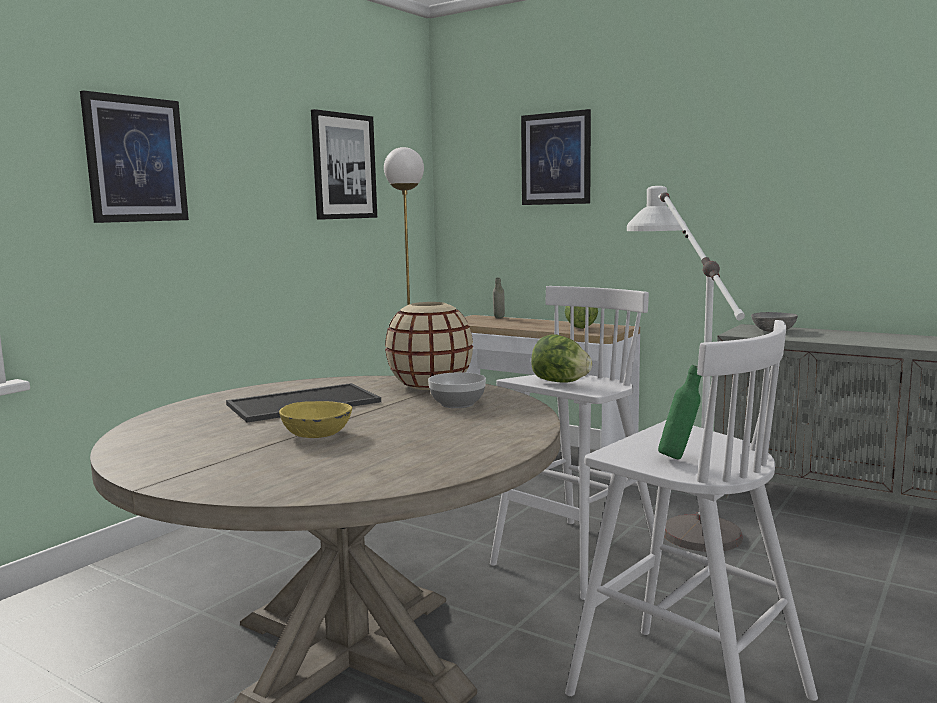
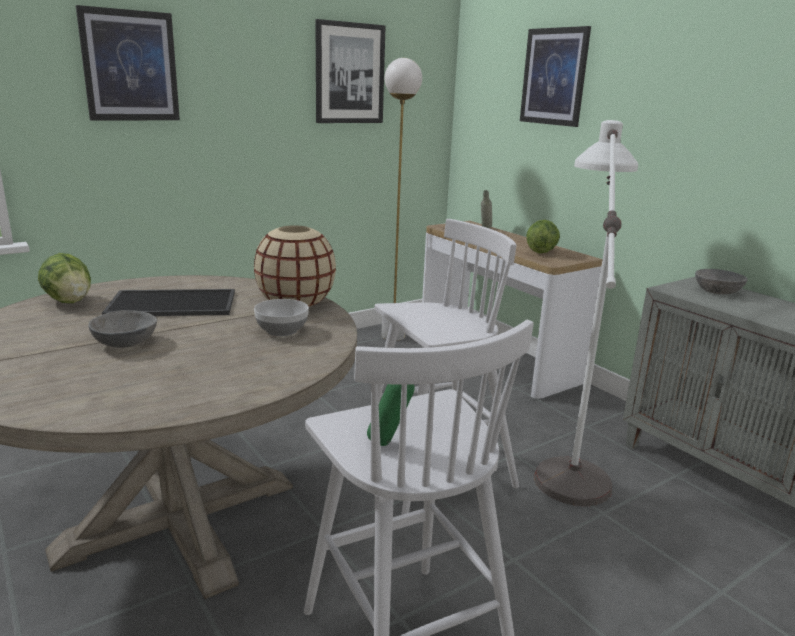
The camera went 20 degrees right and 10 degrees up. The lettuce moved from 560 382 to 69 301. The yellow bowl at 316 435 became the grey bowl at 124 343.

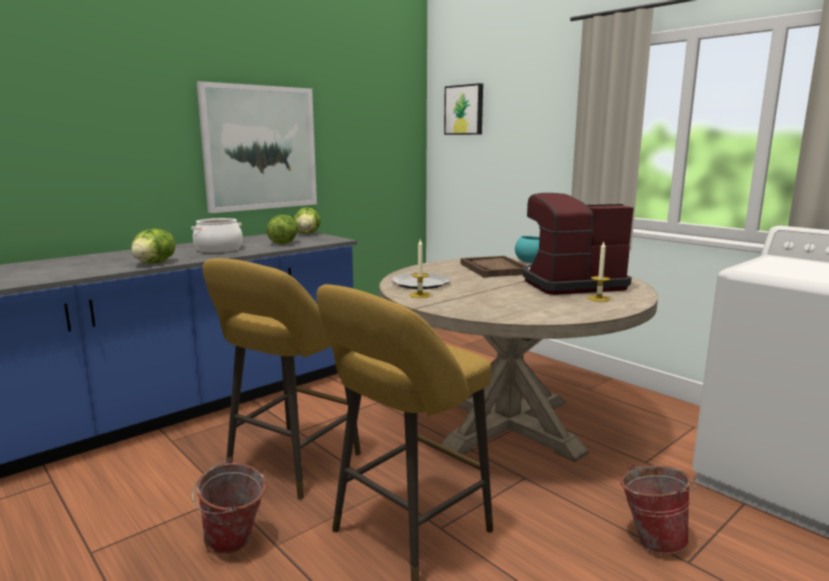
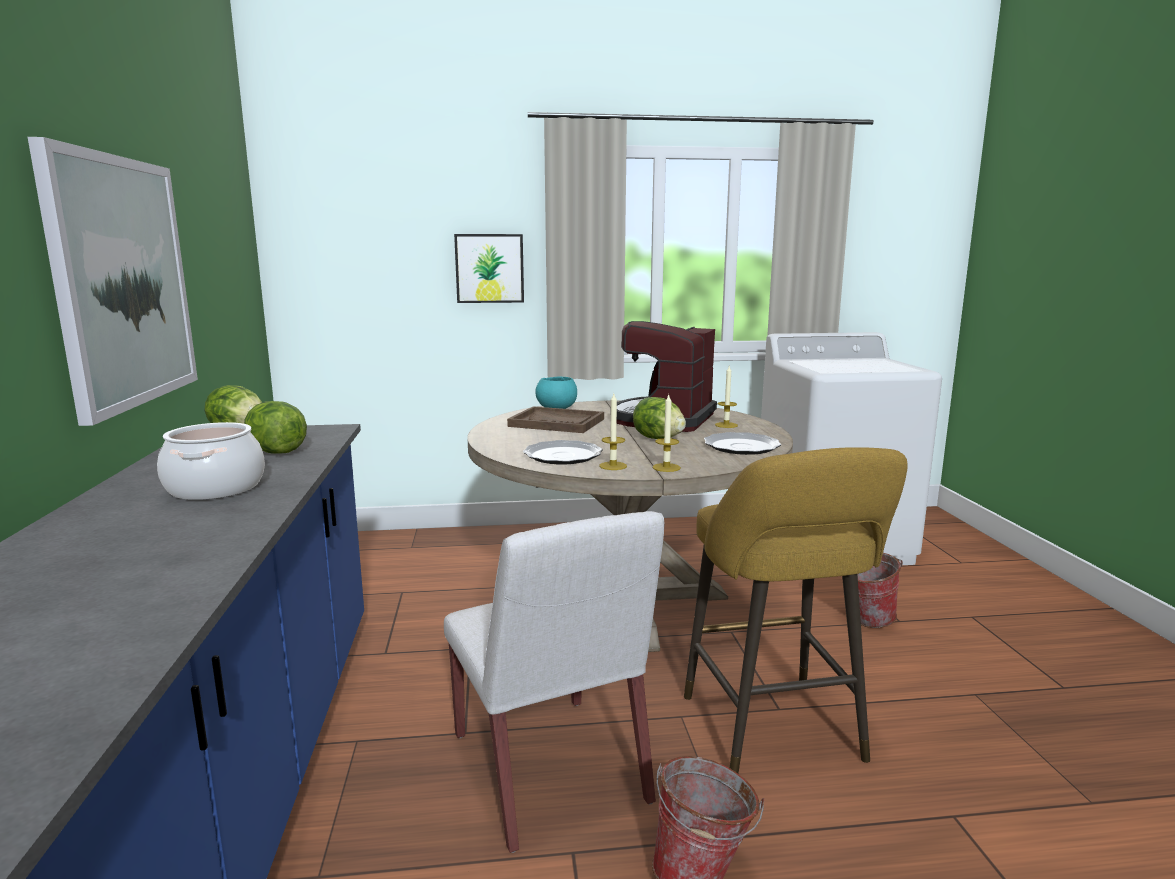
The camera went 55 degrees left and 0 degrees up. The yellow stool at 289 465 was replaced by the white chair at 550 769. The picture moved from 464 110 to 489 268. The lettuce moved from 154 263 to 658 439. The candle at 666 467 appeared. The plate at 742 446 appeared.

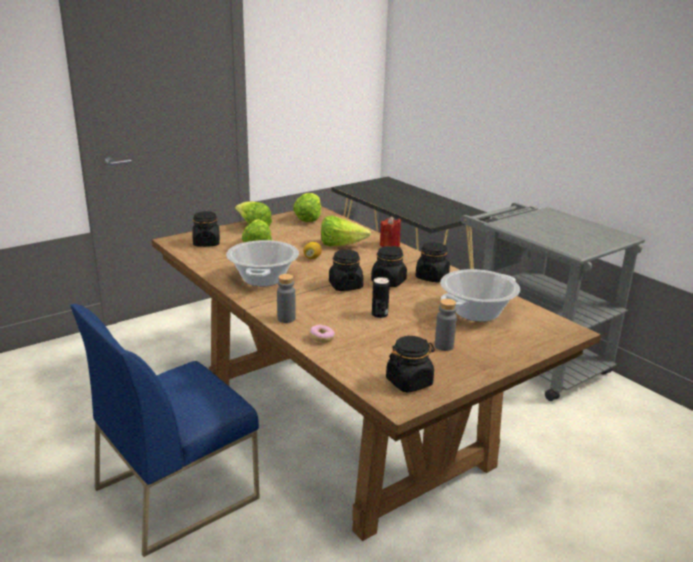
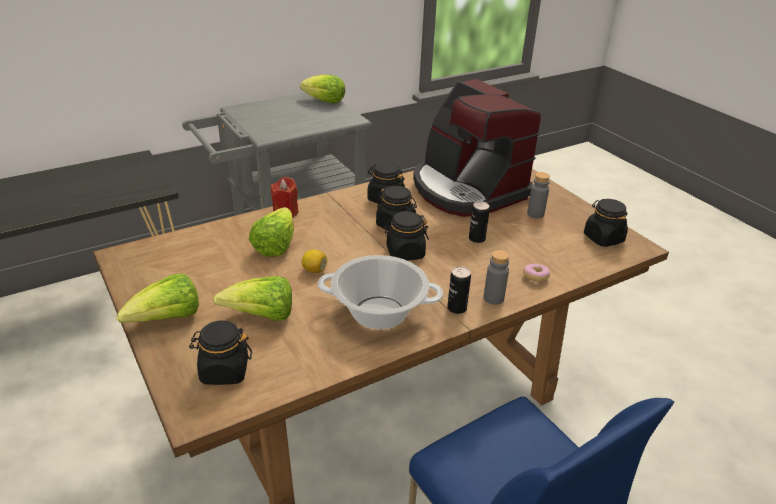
The camera went 85 degrees left and 10 degrees up. The lettuce moved from 308 219 to 325 101. The cooking pot at 477 312 was replaced by the coffee machine at 467 189. The can at 457 308 appeared.

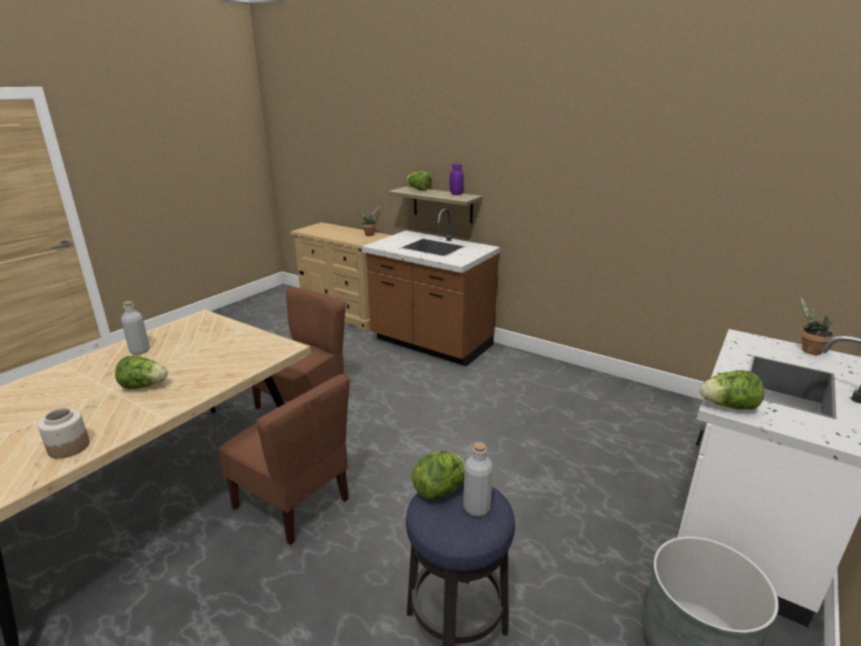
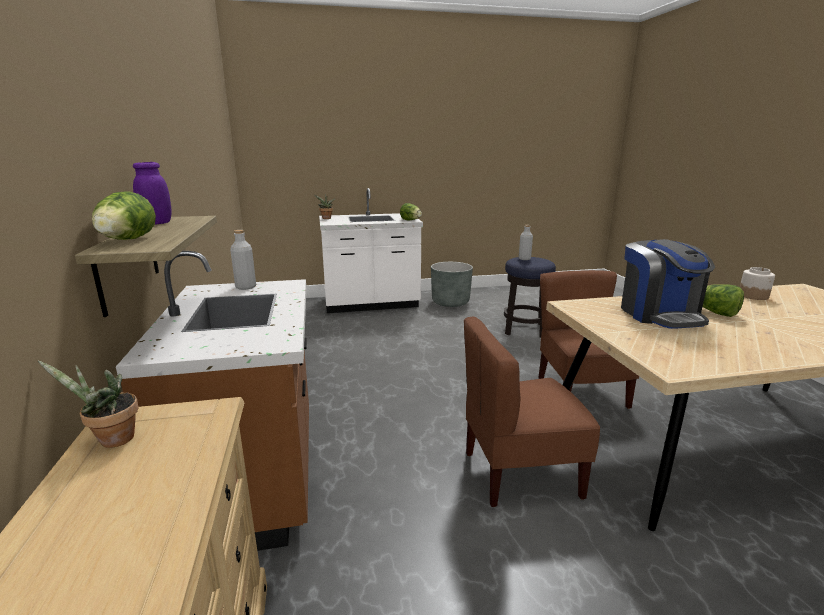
The camera went 135 degrees left and 5 degrees down. The grey bottle moved from 140 351 to 245 287. The coffee machine at 659 314 appeared. The lettuce at 440 490 disappeared.

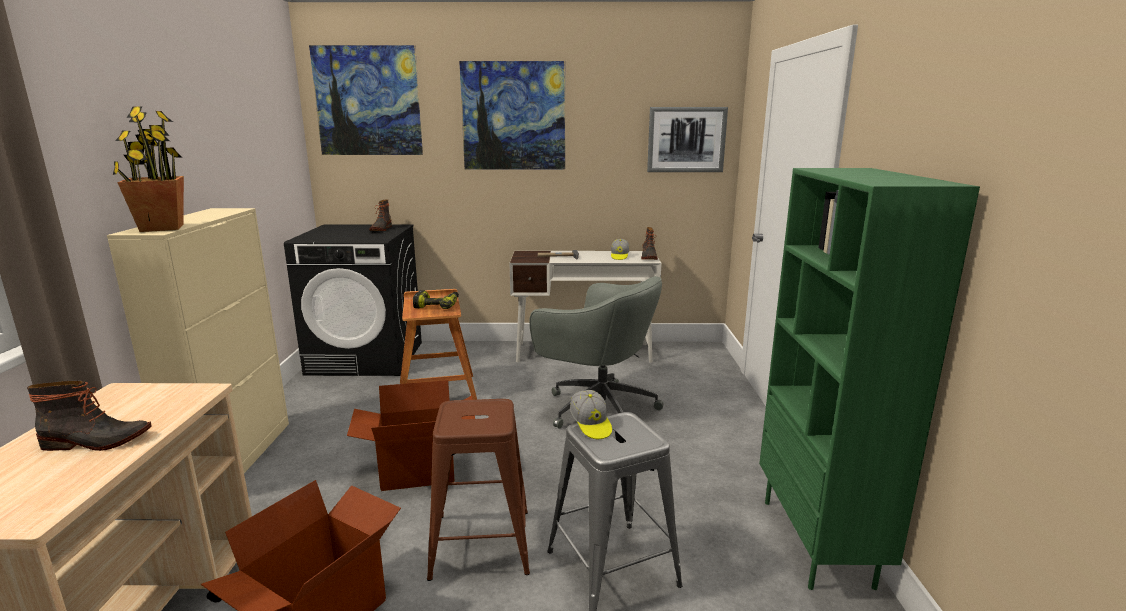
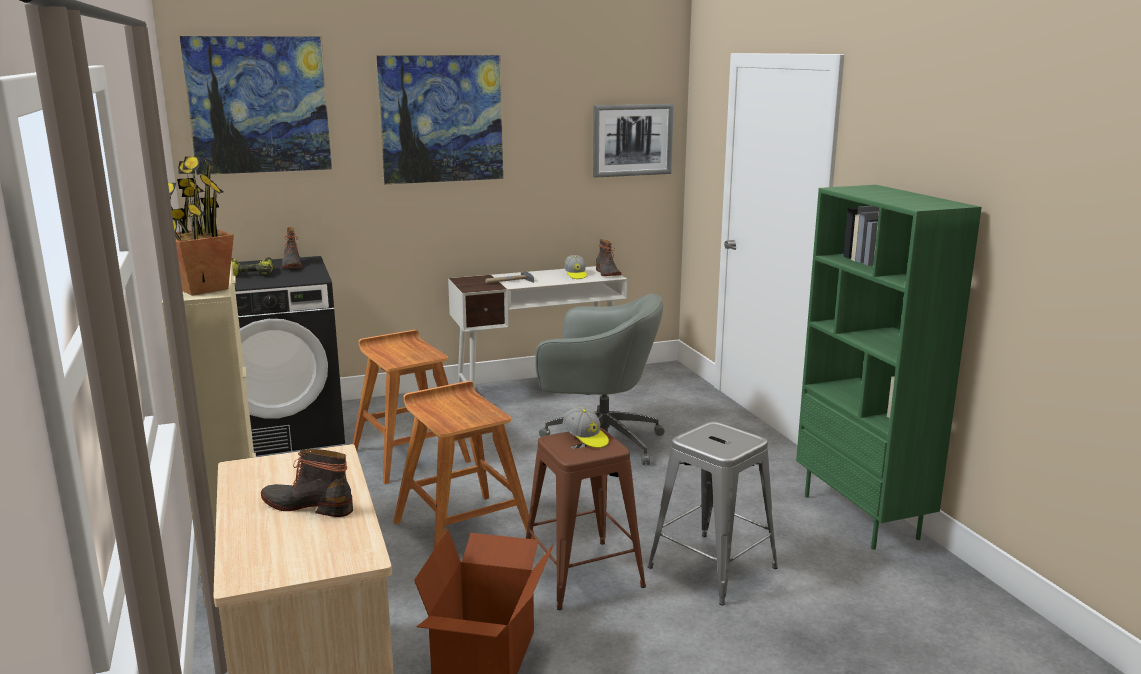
The camera went 20 degrees left and 0 degrees up. The power drill moved from 437 305 to 250 273. The boot at 96 442 turned 135 degrees counterclockwise. The cardboard box at 418 471 was replaced by the brown stool at 462 530. The cap moved from 591 425 to 586 438.

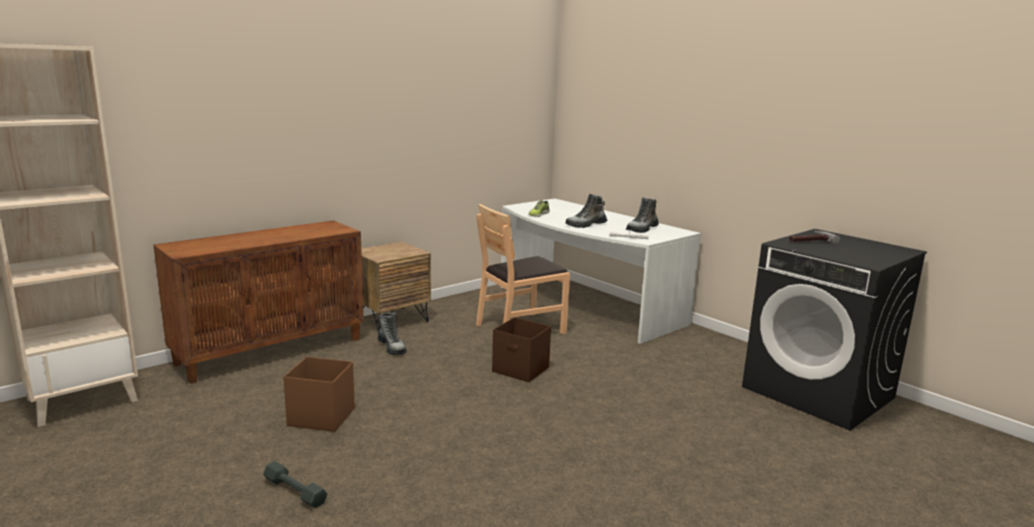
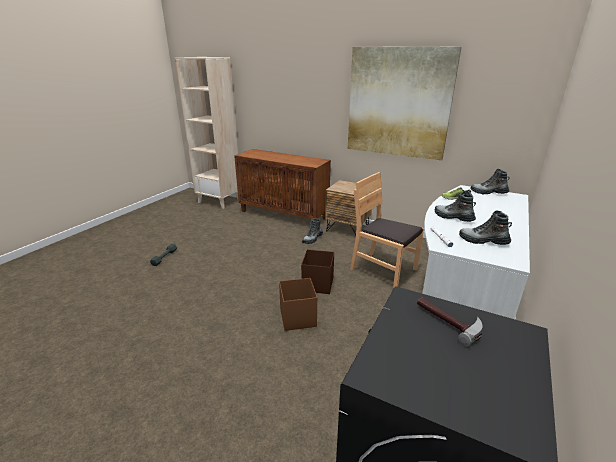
The camera went 70 degrees right and 10 degrees up. The brown storage box moved from 321 417 to 298 317. The picture at 398 103 appeared. The boot at 488 192 appeared.

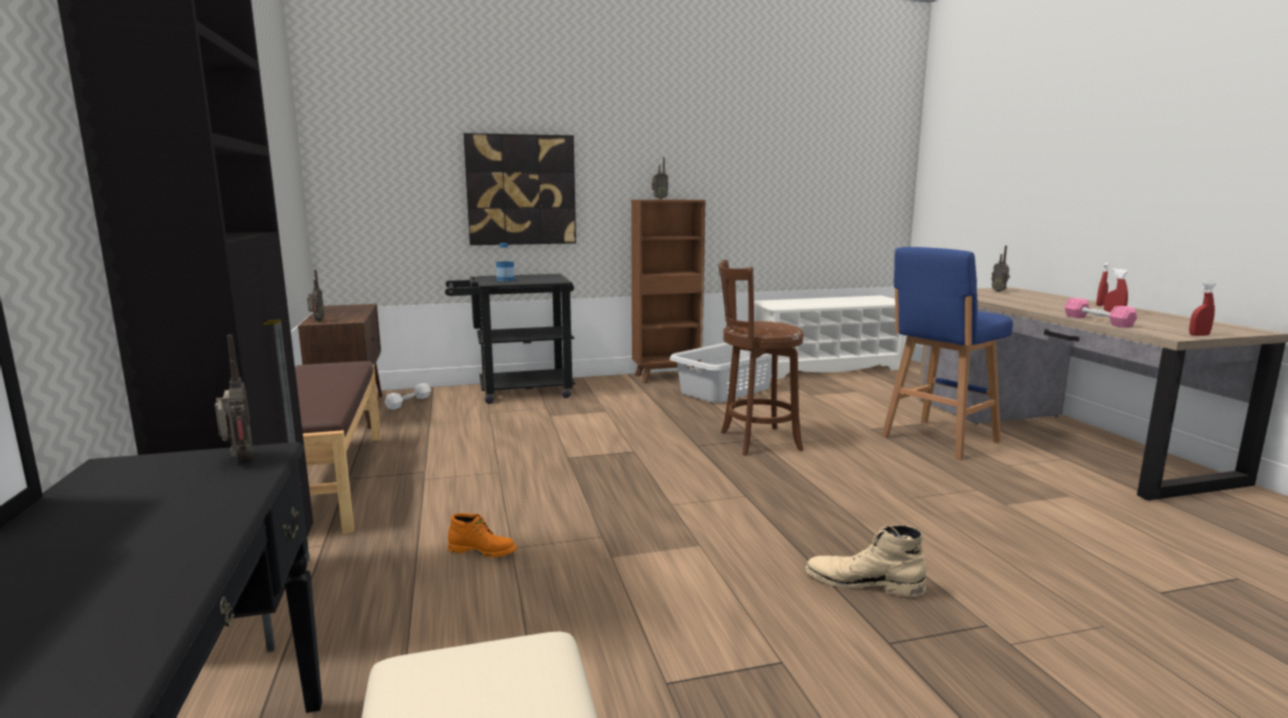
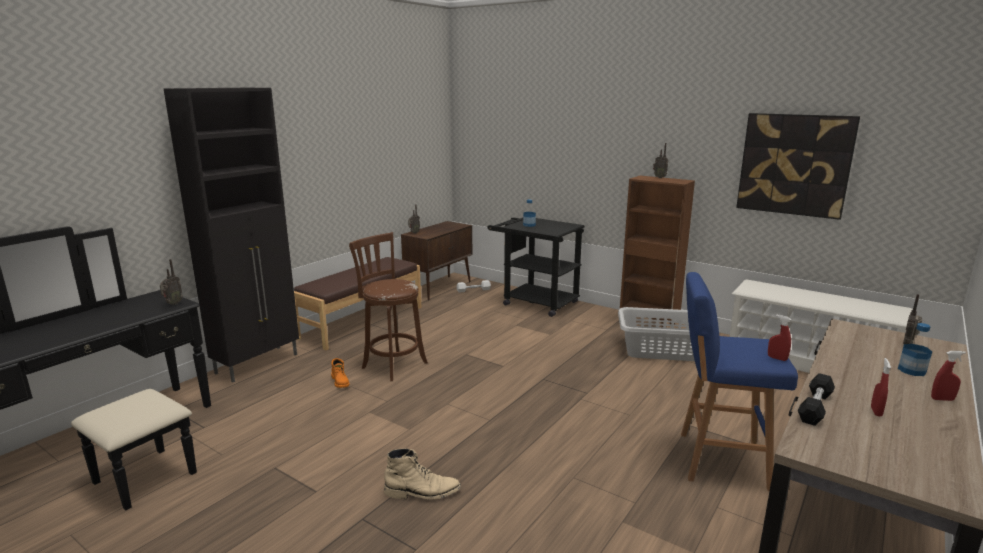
The camera went 50 degrees right and 5 degrees up. The brown stool moved from 755 441 to 392 364. The beige boot at 863 582 turned 105 degrees clockwise. The picture moved from 521 190 to 794 164. The red spray bottle moved from 1199 335 to 777 358. The pink dumbbell at 1097 321 became the black dumbbell at 815 407. The bottle at 911 370 appeared.

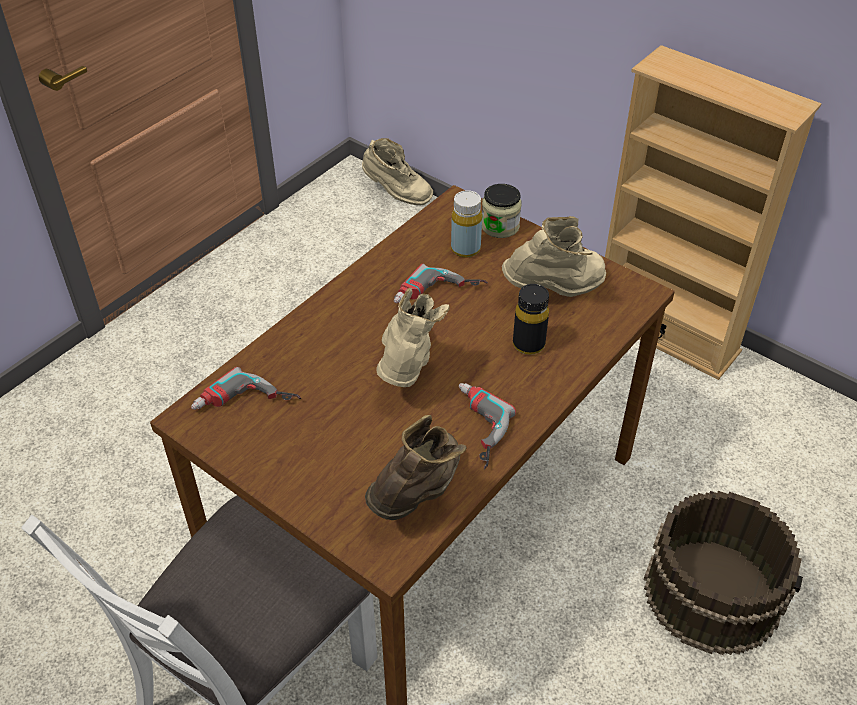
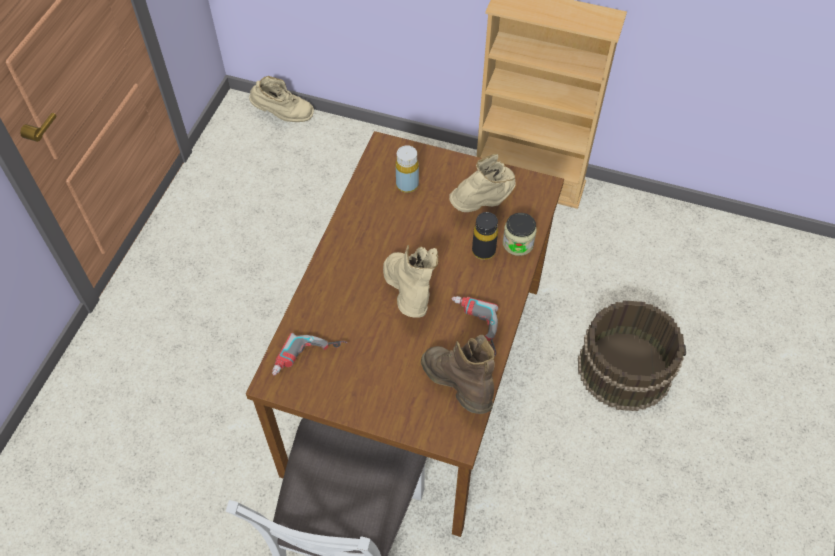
The camera went 20 degrees left and 10 degrees up. The brown boot at 419 494 turned 45 degrees counterclockwise. The jar moved from 500 226 to 518 243. The power drill at 439 296 disappeared.

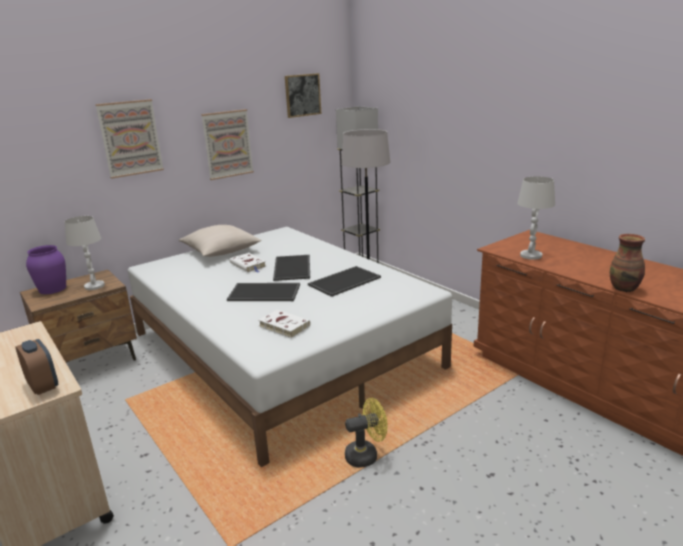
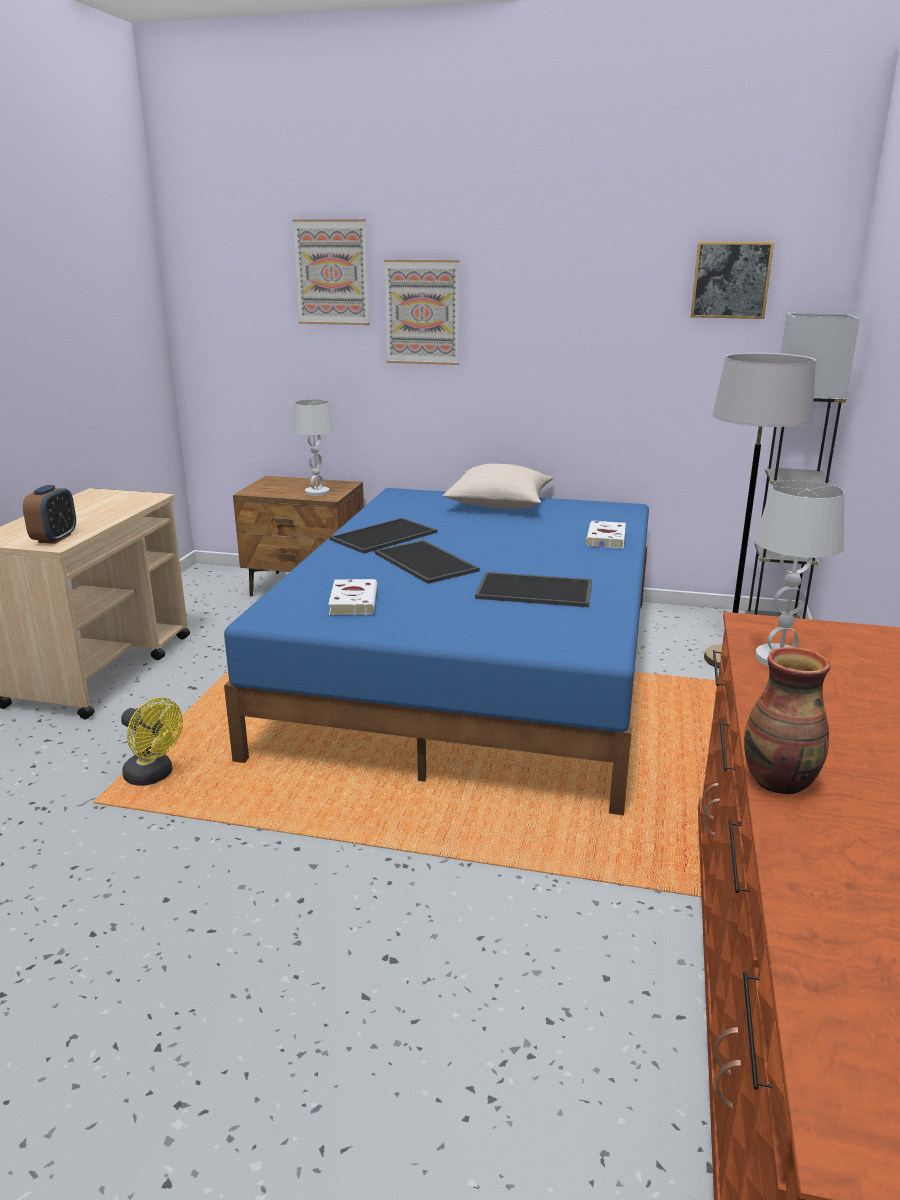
The camera went 50 degrees right and 0 degrees up. The yellow fan moved from 366 455 to 154 776. The white bed at 282 349 became the blue bed at 474 669. The picture moved from 227 144 to 332 272. The tray moved from 293 268 to 384 536. The white book moved from 249 265 to 606 539. The purple vase at 53 289 disappeared.

